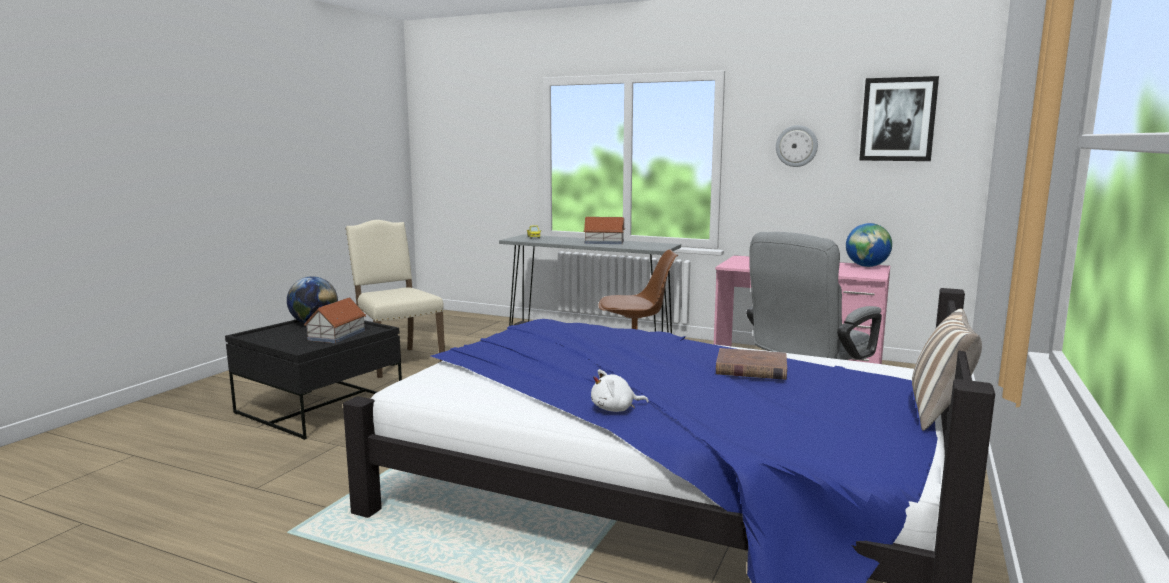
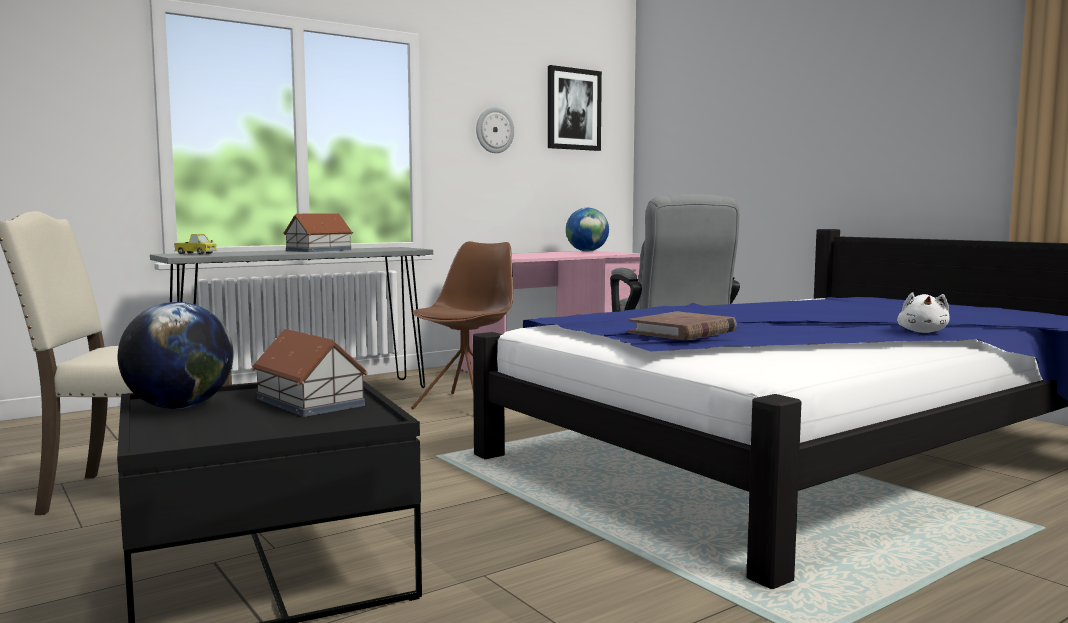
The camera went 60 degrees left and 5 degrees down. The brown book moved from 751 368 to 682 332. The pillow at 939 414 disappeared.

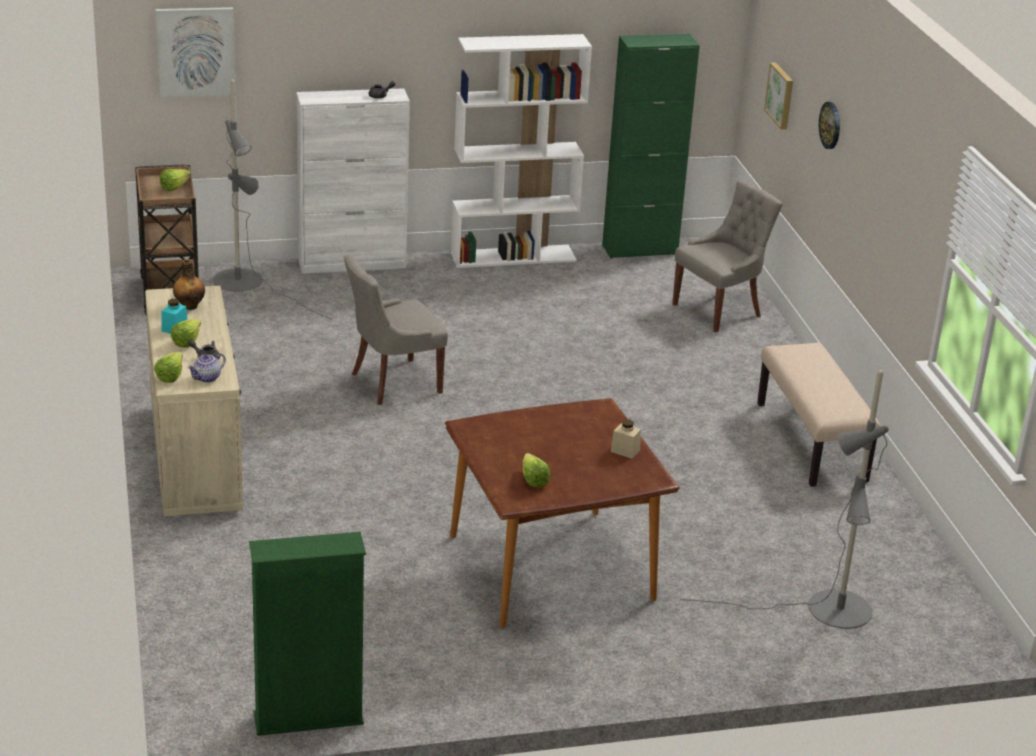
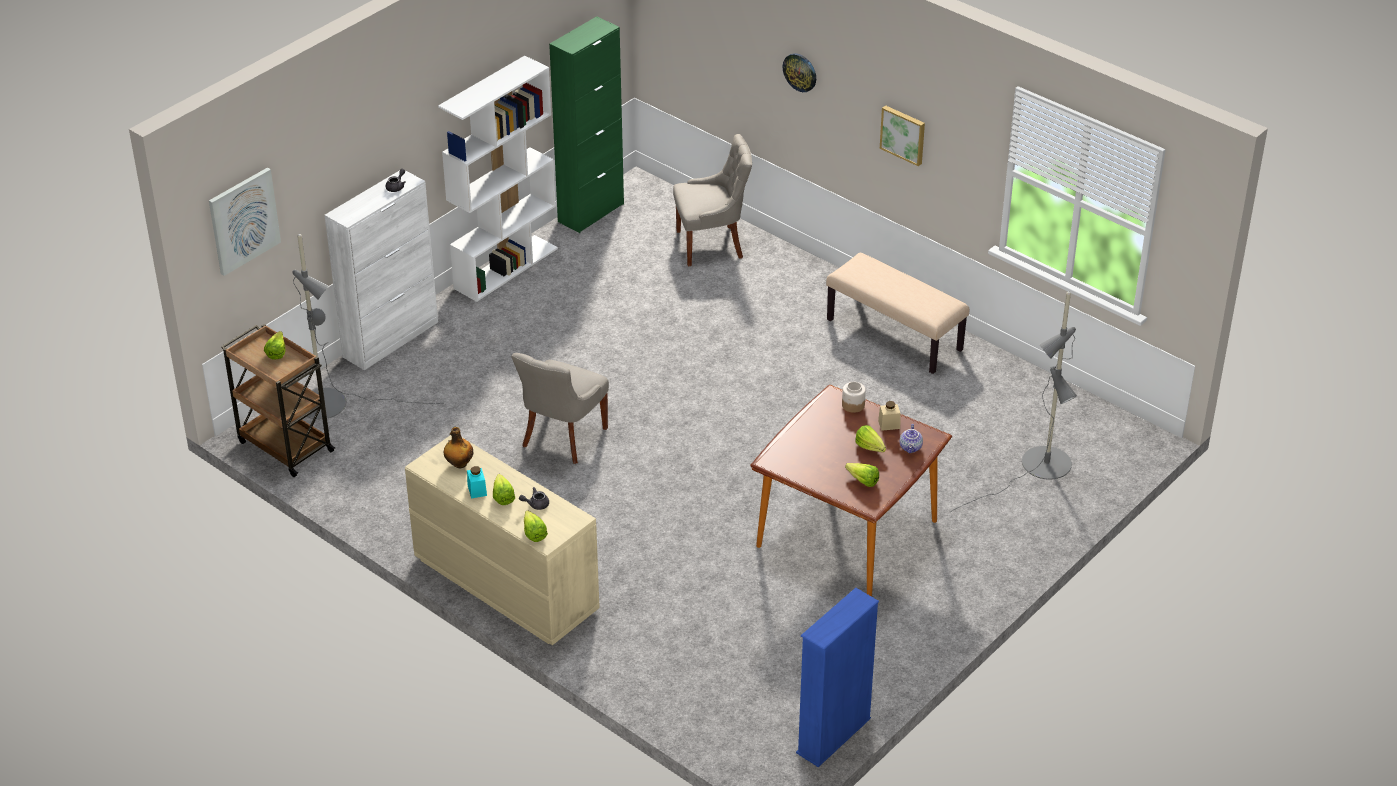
The camera went 35 degrees left and 10 degrees up. The grey chair at 719 310 turned 60 degrees clockwise. The green bookcase at 308 719 became the blue bookcase at 833 736. The jar at 853 405 appeared. The lettuce at 871 449 appeared. The picture moved from 781 95 to 903 134. The teapot moved from 207 378 to 911 448.

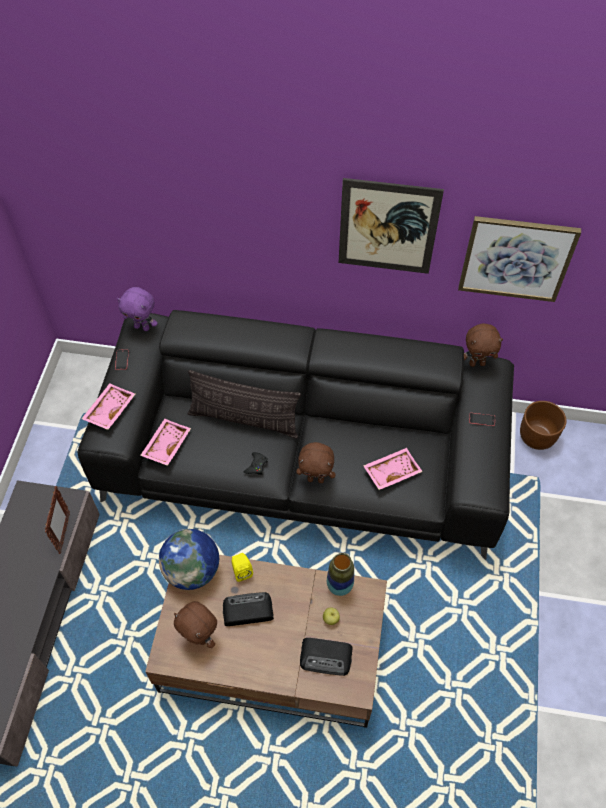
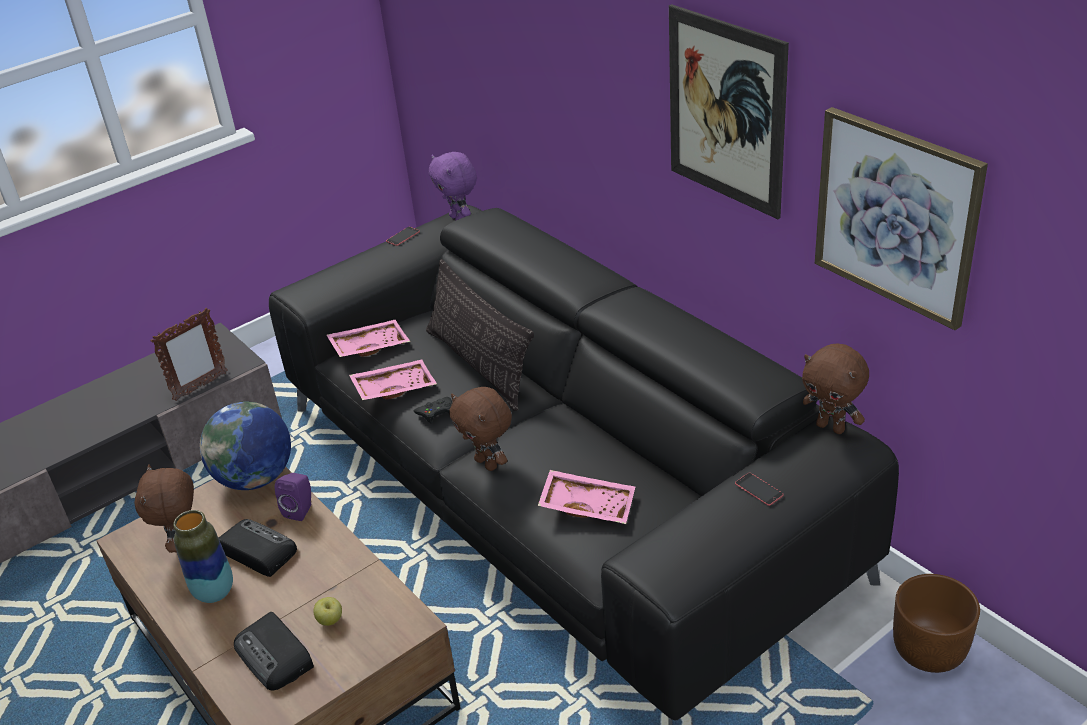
The camera went 45 degrees right and 20 degrees down. The vase moved from 339 586 to 214 592. The yellow speaker at 241 571 became the purple speaker at 301 510. The pink tray moved from 109 410 to 394 388.

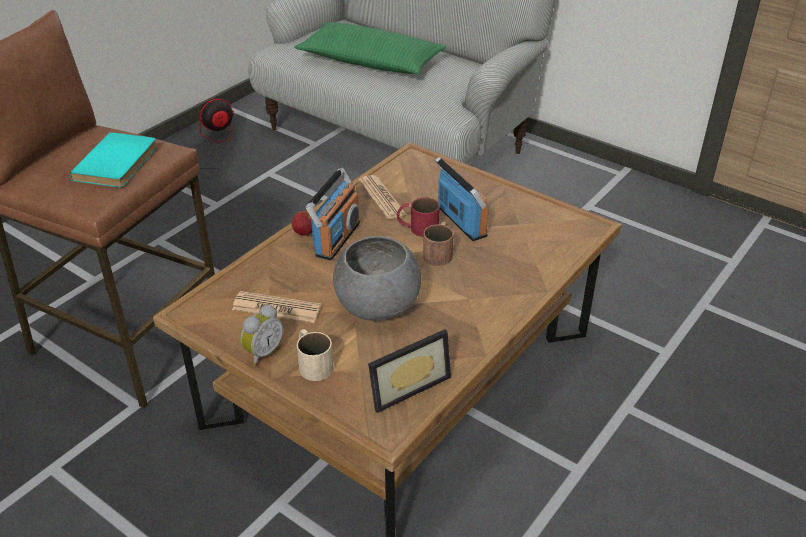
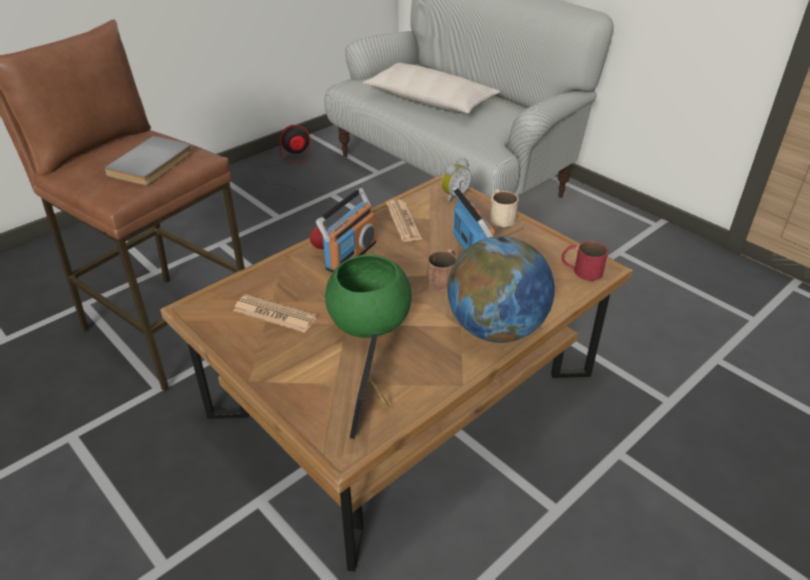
The camera went 10 degrees right and 0 degrees up. The turquoise book at 119 163 became the grey book at 153 164. The grey bowl at 378 307 became the green bowl at 370 325. The picture frame at 406 385 turned 120 degrees clockwise. The green pillow at 370 62 became the beige pillow at 430 101. The alarm clock moved from 262 352 to 453 196. The globe at 496 329 appeared. The beige mug moved from 312 363 to 500 216. The red mug moved from 417 227 to 581 270.

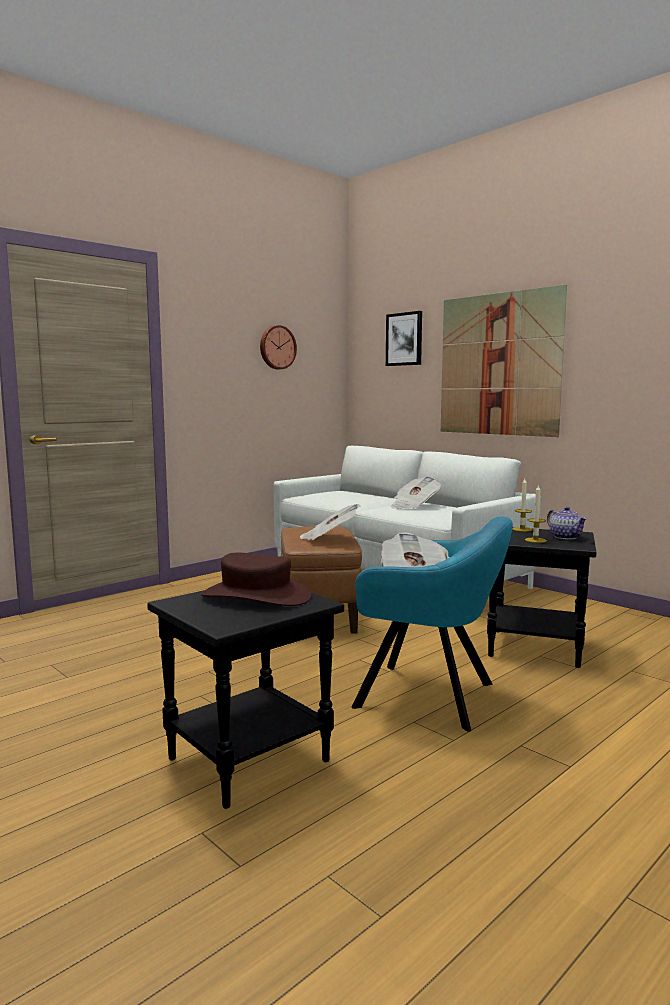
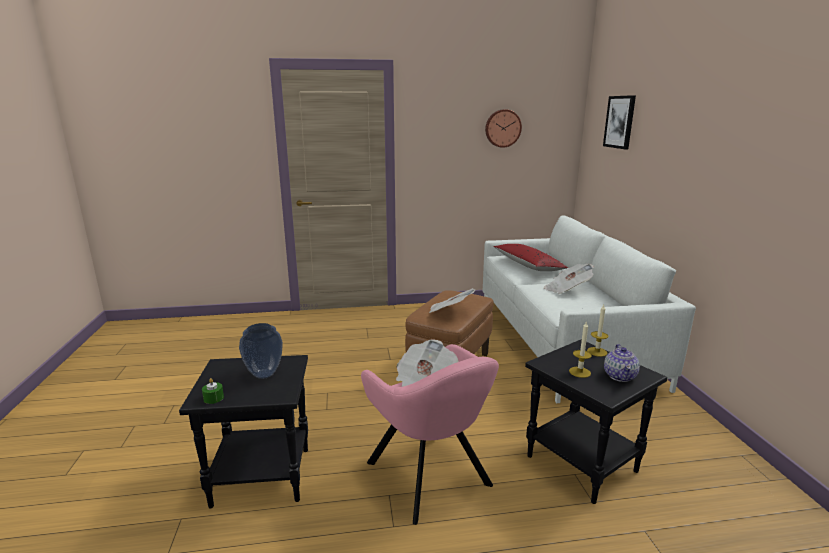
The camera went 35 degrees right and 10 degrees up. The green candle at 213 398 appeared. The brown hat at 256 596 was replaced by the vase at 265 374. The turquoise armchair at 431 696 became the pink armchair at 431 477. The red pillow at 528 265 appeared. The picture at 498 364 disappeared.

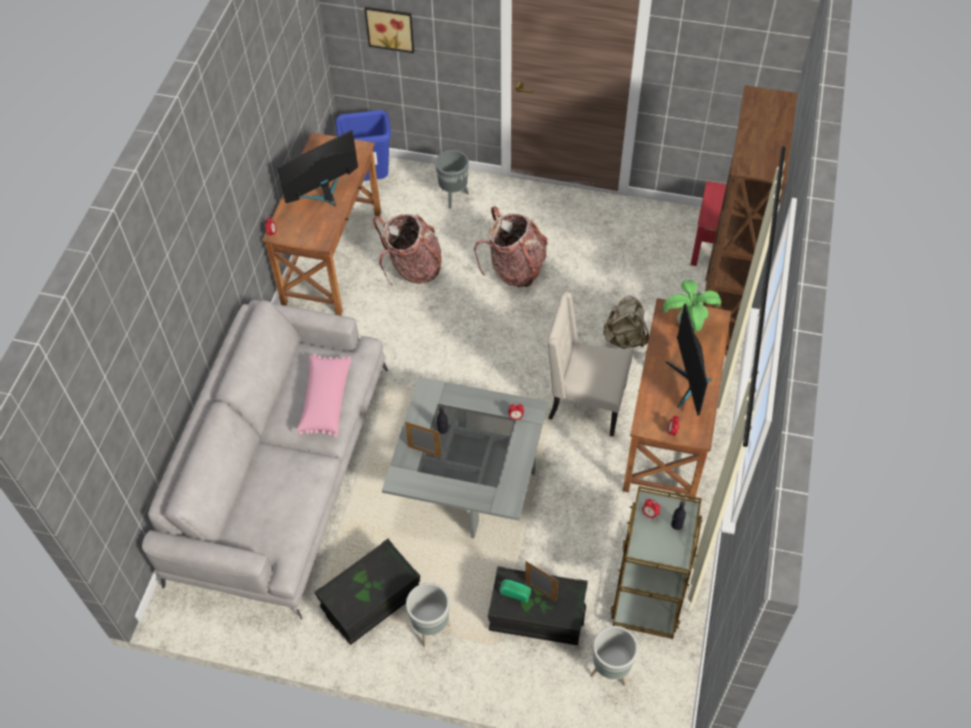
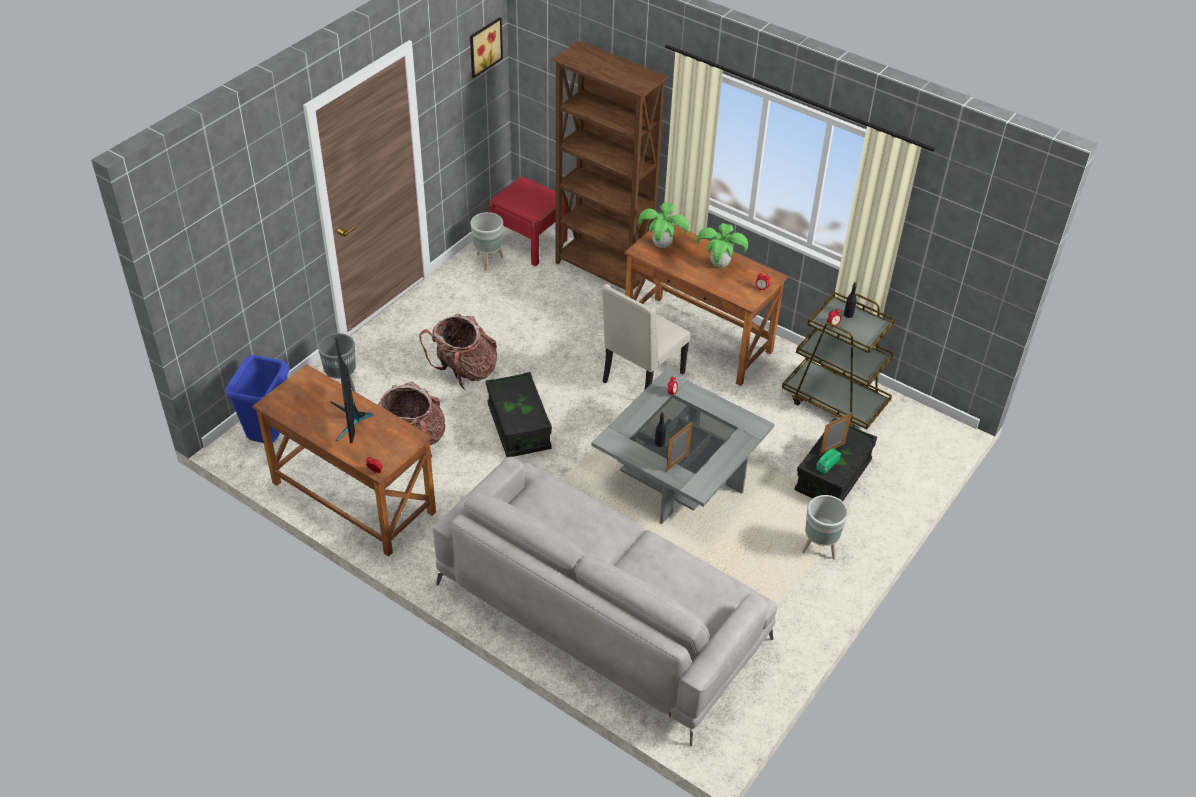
The camera went 70 degrees left and 10 degrees down. The picture moved from 390 28 to 484 46. The grey planter moved from 610 670 to 487 261. The black storage box moved from 371 600 to 519 427. The monitor at 688 383 was replaced by the potted plant at 719 264. The pink pillow at 325 401 disappeared. The beige backpack at 624 338 disappeared.

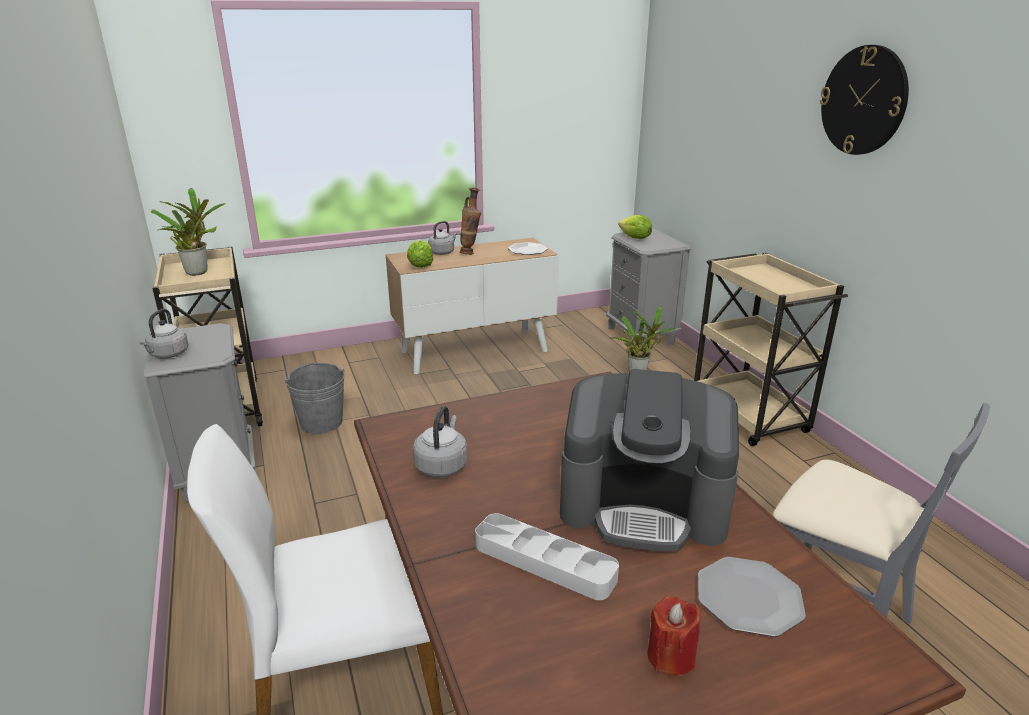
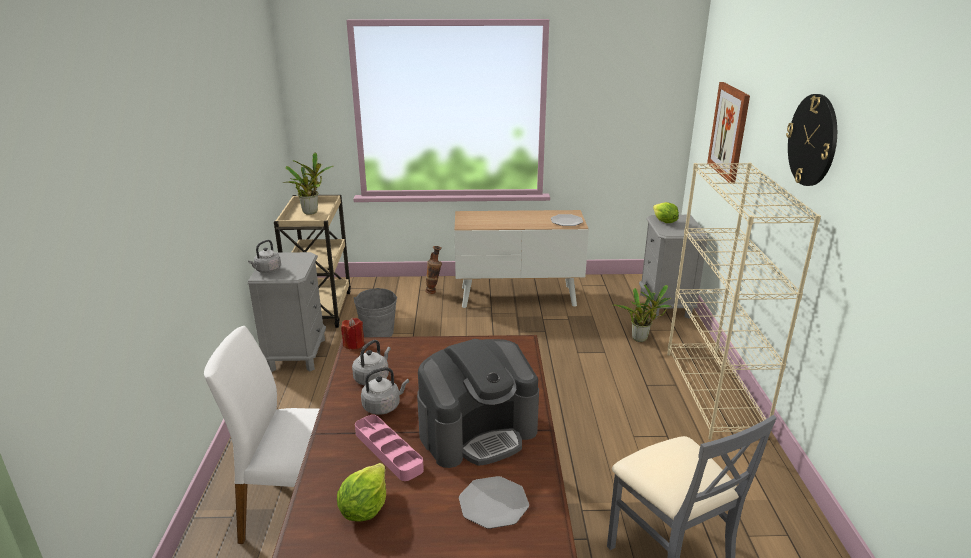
The camera went 20 degrees right and 0 degrees up. The lettuce moved from 420 266 to 364 508. The red candle moved from 671 657 to 354 344. The grey tray at 544 561 became the pink tray at 388 451. The grey kettle moved from 442 252 to 383 406. The coffee machine at 644 504 turned 60 degrees counterclockwise. The vase moved from 471 253 to 434 292. The beige cart at 749 416 was replaced by the beige bookcase at 714 393. The picture at 729 131 appeared.

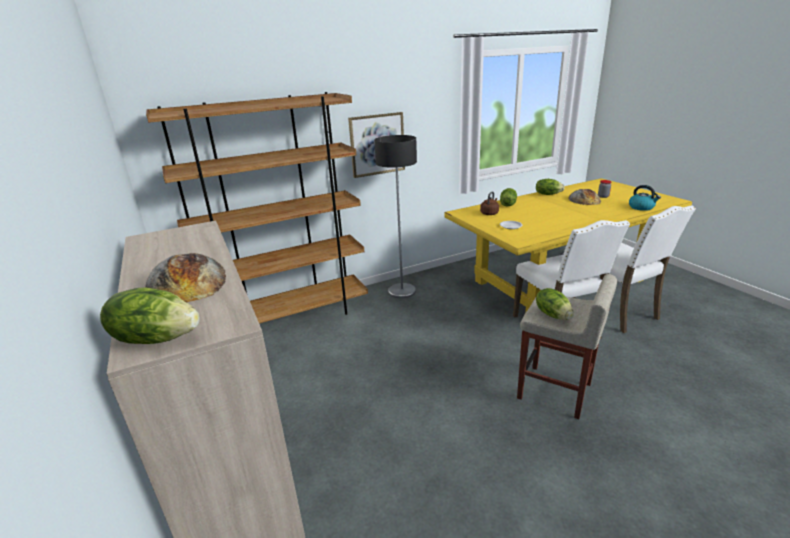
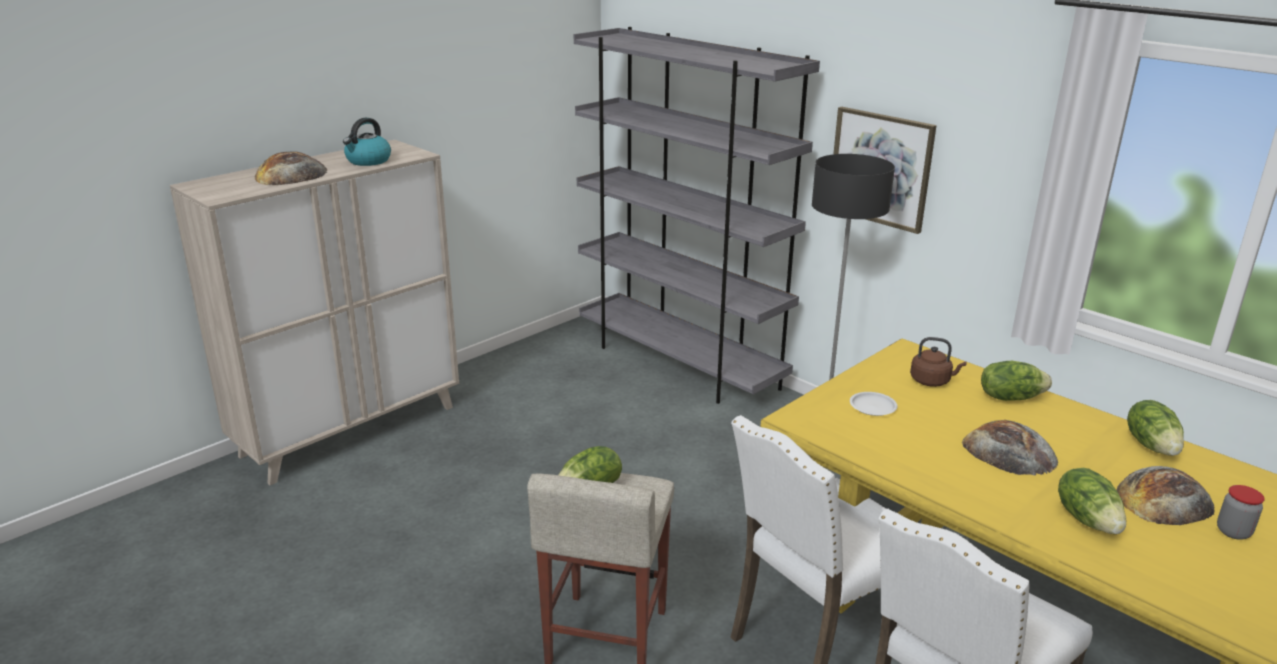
The camera went 70 degrees right and 0 degrees up. The kettle moved from 641 207 to 368 161. The brown bookcase at 291 318 became the grey bookcase at 680 364. The bread at 1009 451 appeared. The lettuce moved from 157 338 to 1088 519.

